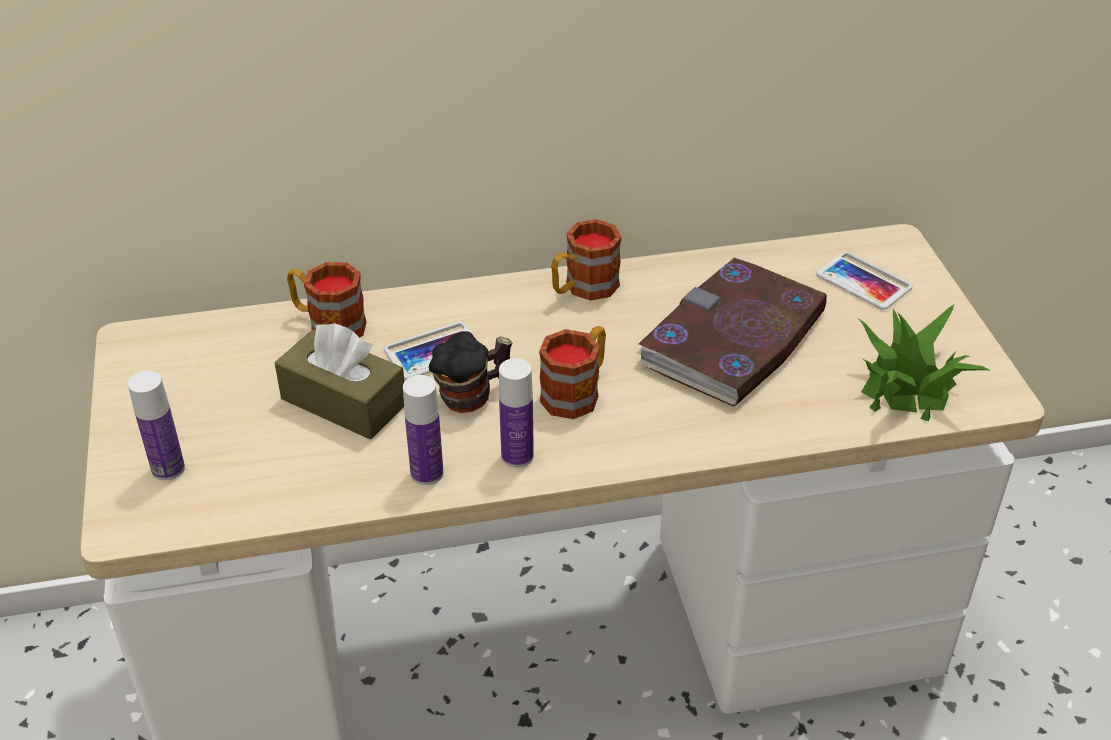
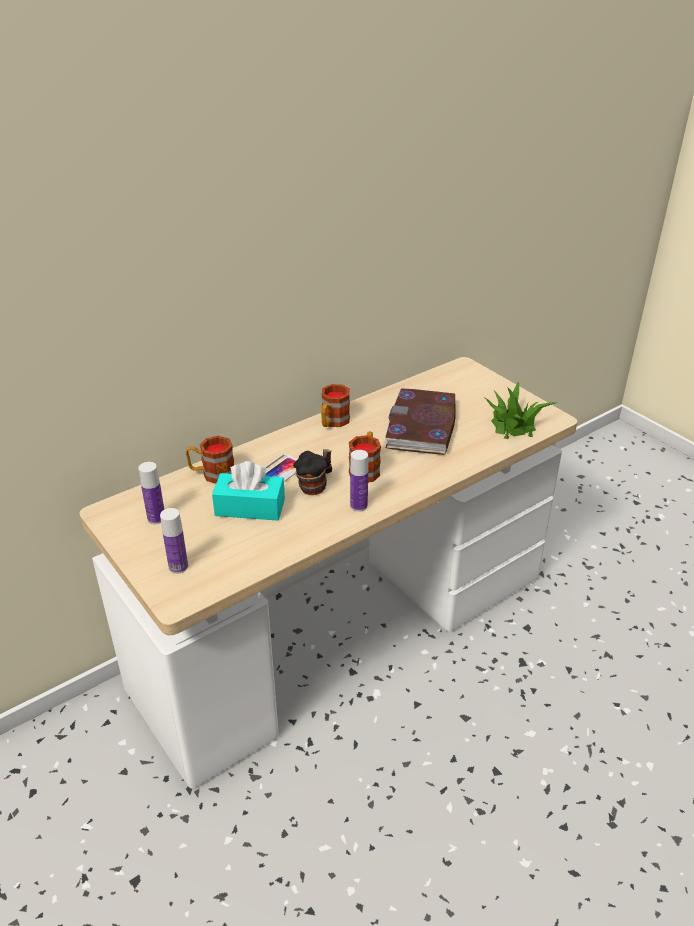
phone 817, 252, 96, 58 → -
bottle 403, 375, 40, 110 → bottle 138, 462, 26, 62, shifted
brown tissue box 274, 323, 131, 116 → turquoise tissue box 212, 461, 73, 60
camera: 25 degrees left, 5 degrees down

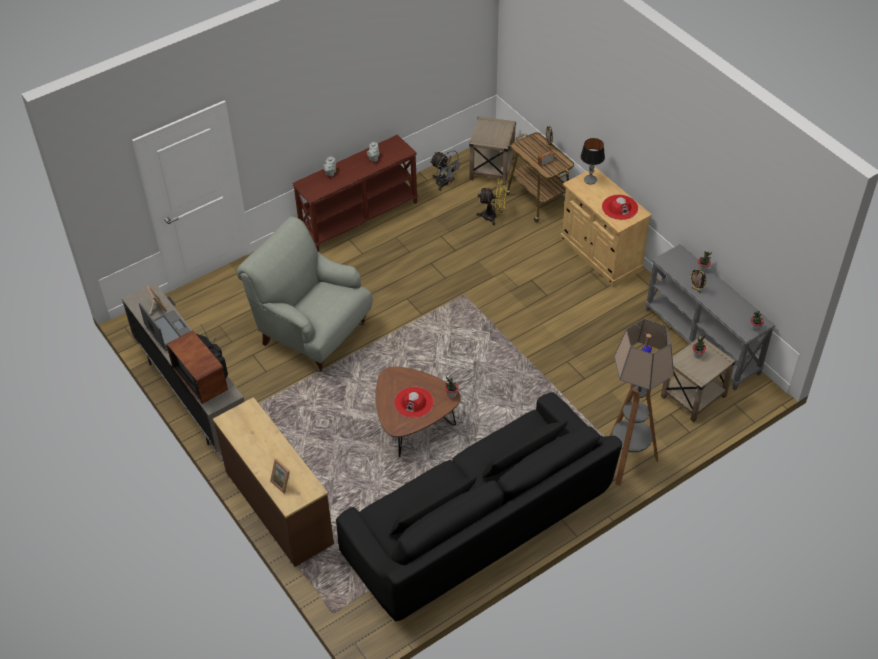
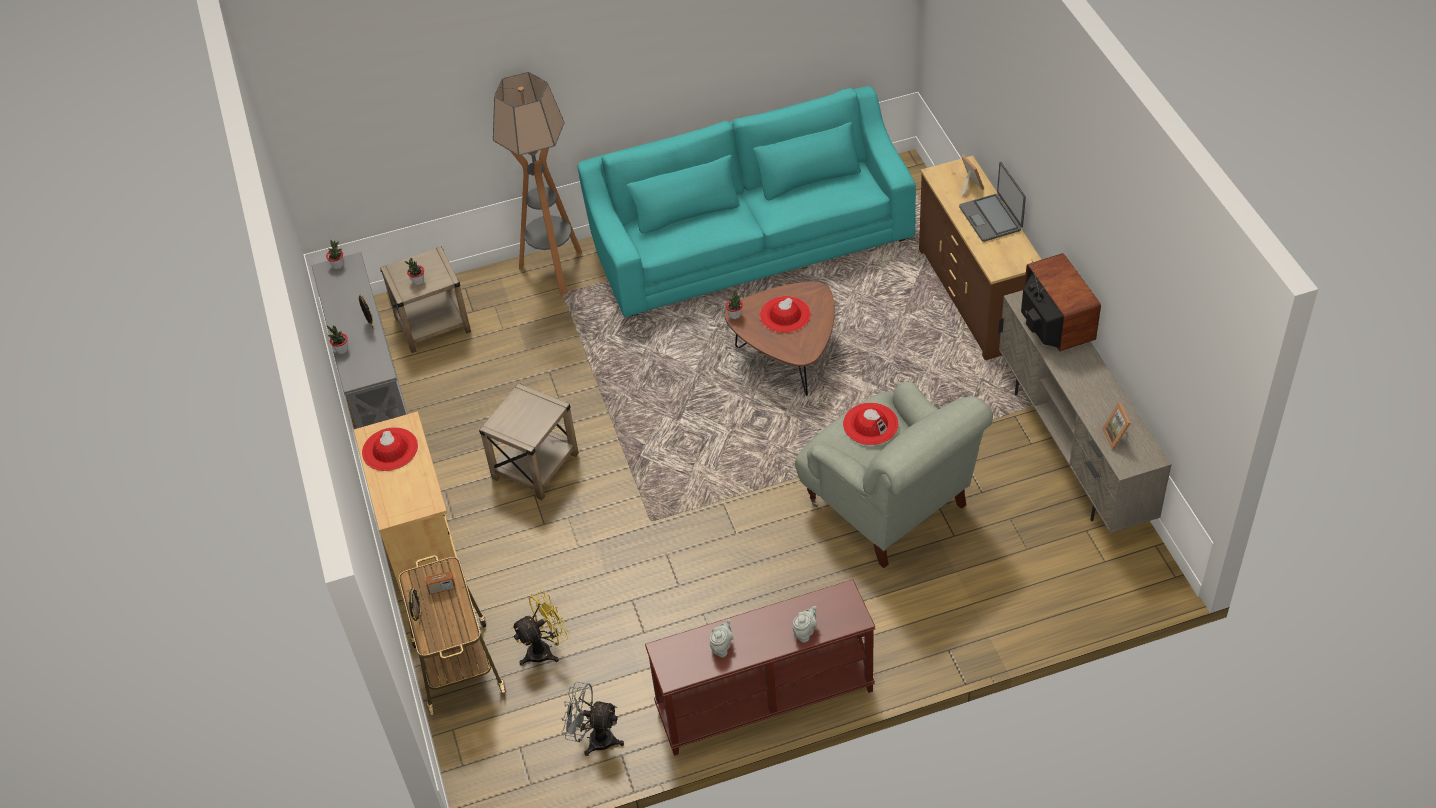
table lamp 581, 138, 24, 47 → -
- → red hat 843, 403, 56, 42
laptop 139, 303, 52, 48 → laptop 959, 162, 67, 80, shifted
beige side table 469, 116, 47, 69 → beige side table 479, 383, 100, 117, shifted
black sofa 336, 392, 286, 230 → turquoise sofa 577, 86, 339, 231
grey fan 430, 151, 32, 40 → grey fan 561, 682, 63, 74, 45 degrees counterclockwise
yellow fan 476, 181, 31, 44 → yellow fan 511, 591, 58, 75, 120 degrees clockwise
camera: 160 degrees left, 0 degrees up

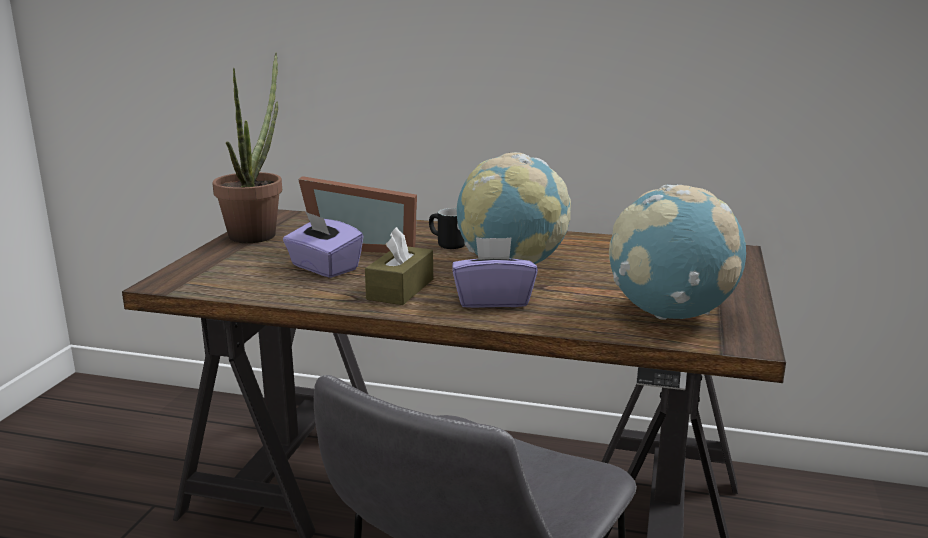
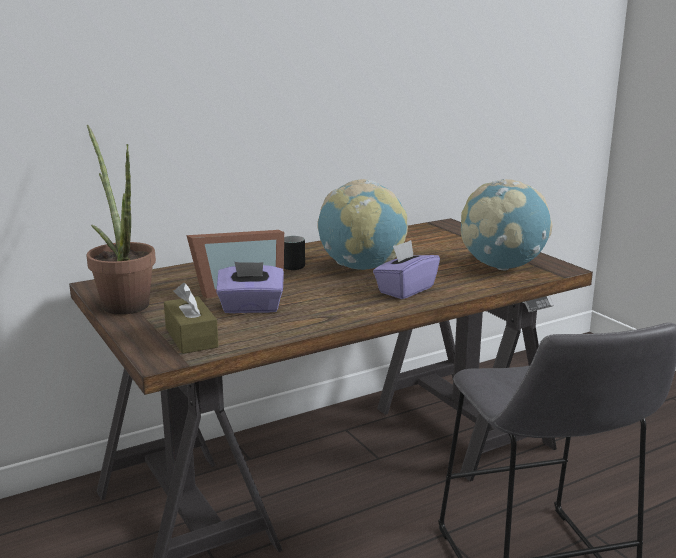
brown tissue box 365, 227, 68, 78 → brown tissue box 164, 283, 55, 71, shifted
camera: 45 degrees left, 0 degrees up

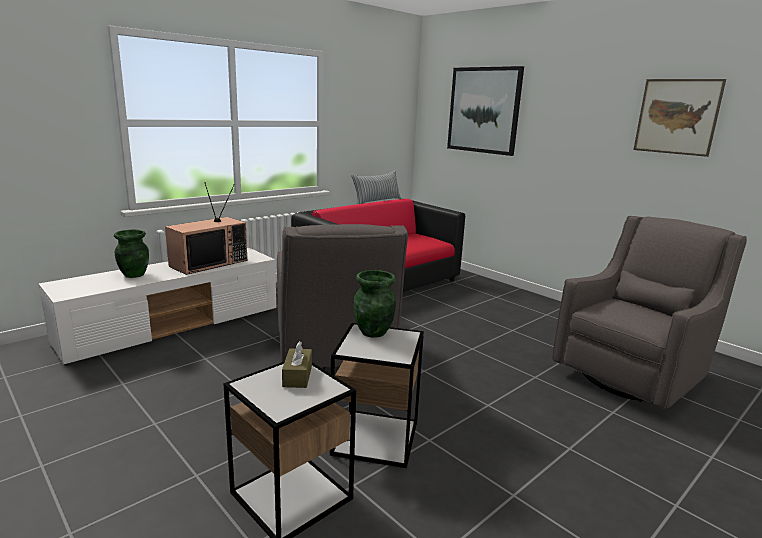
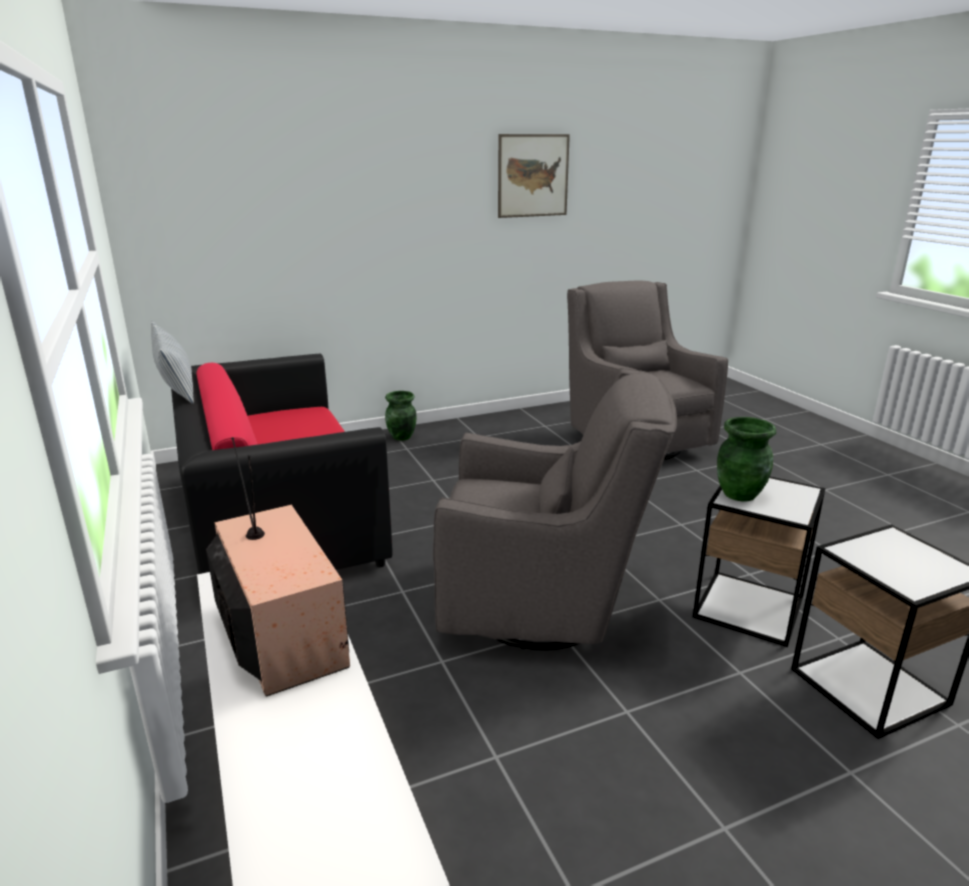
brown tissue box 282, 341, 30, 47 → -
picture 447, 66, 77, 90 → -
green vase 114, 230, 35, 48 → green vase 385, 391, 32, 50, shifted
camera: 70 degrees left, 5 degrees up

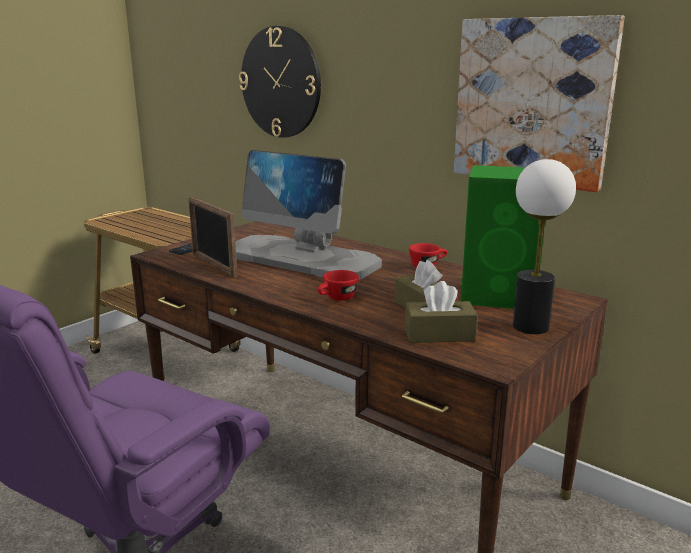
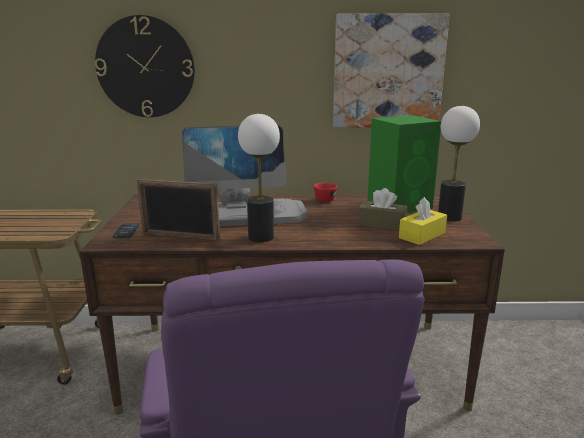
red cup 317, 270, 42, 31 → -
- → table lamp 238, 114, 42, 128
brown tissue box 405, 281, 73, 62 → yellow tissue box 399, 197, 48, 48
camera: 40 degrees left, 0 degrees up

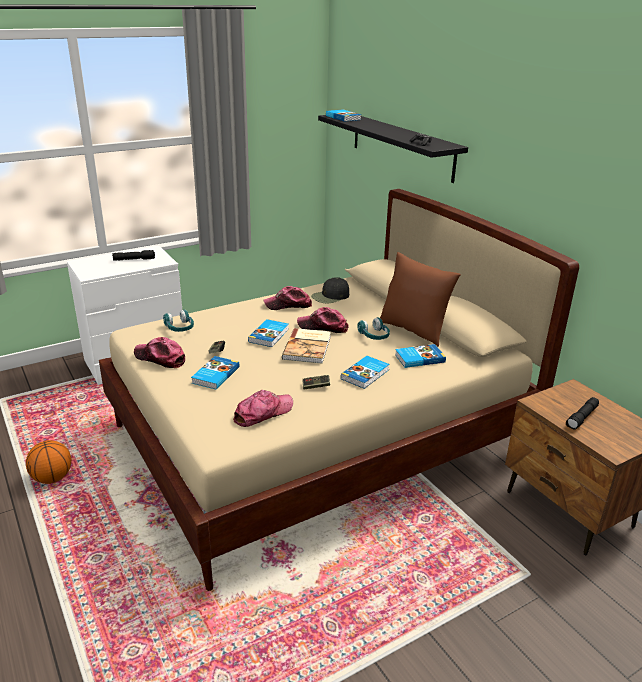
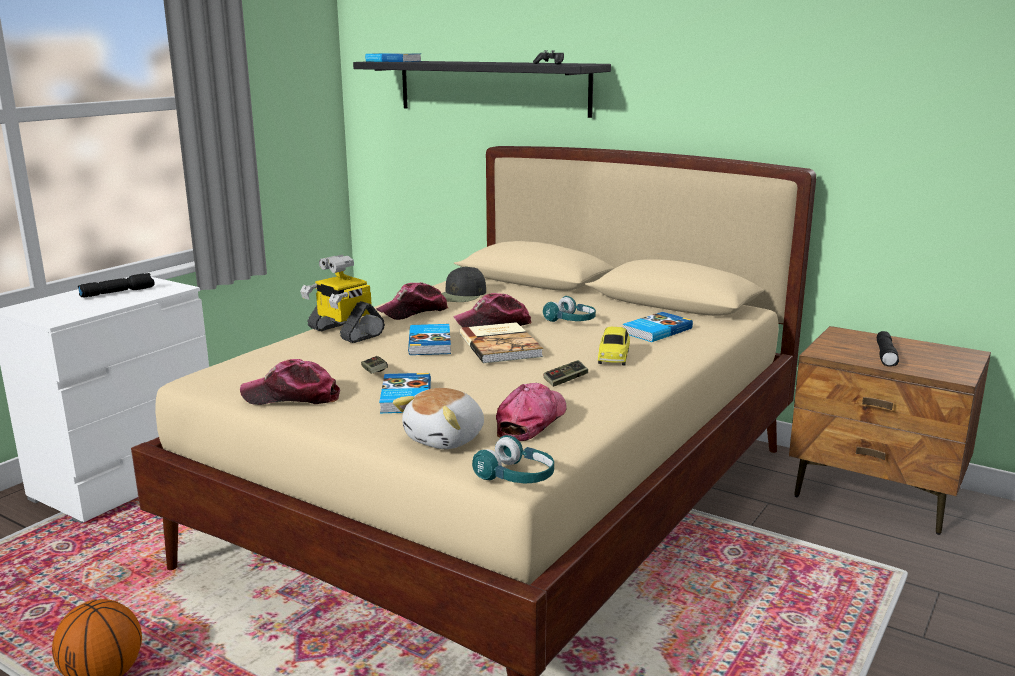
brown pillow 380, 252, 81, 95 → -
- → toy robot 300, 255, 85, 88
- → plush toy 393, 388, 91, 61
turquoise headphones 163, 309, 31, 23 → turquoise headphones 472, 435, 82, 48, shifted
book 341, 356, 49, 33 → toy car 598, 327, 32, 38
camera: 25 degrees left, 10 degrees down

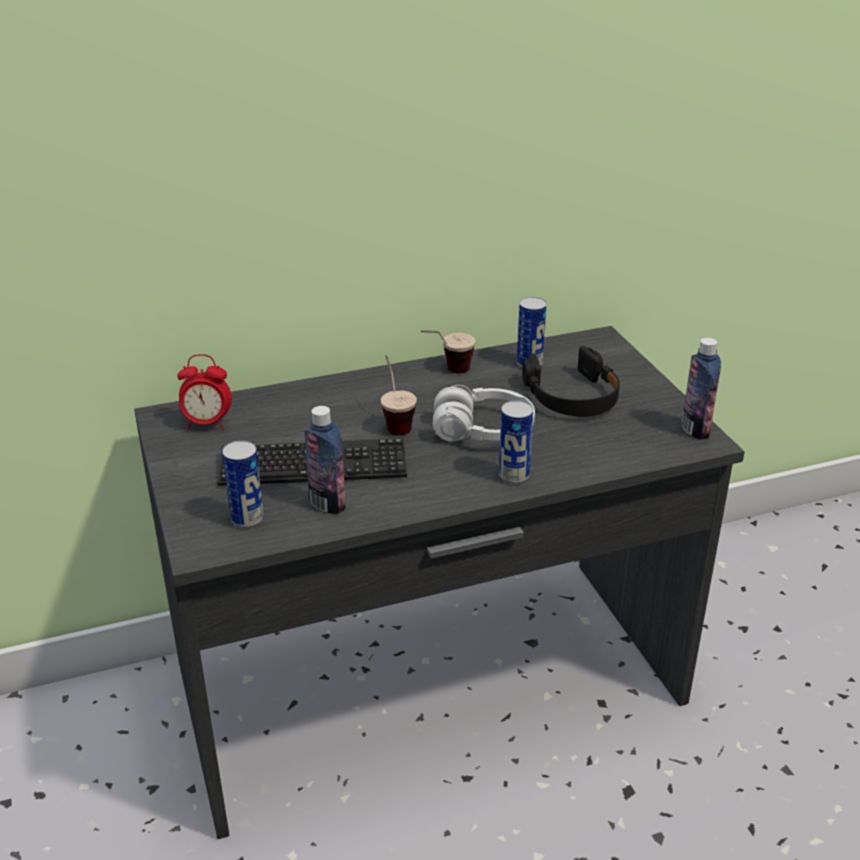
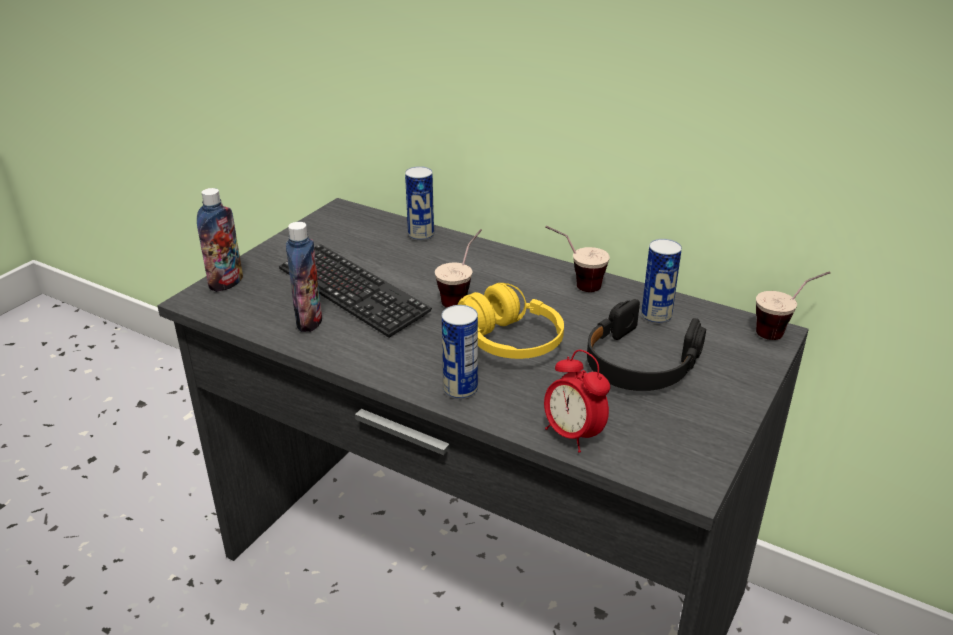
- → cup 756, 271, 74, 69
alarm clock 177, 354, 55, 76 → alarm clock 544, 350, 66, 103, shifted
can 222, 440, 42, 89 → can 405, 166, 29, 75, shifted
bottle 681, 338, 40, 102 → bottle 197, 188, 46, 104, shifted
white headphones 433, 385, 102, 57 → yellow headphones 458, 283, 106, 76
camera: 50 degrees right, 0 degrees up

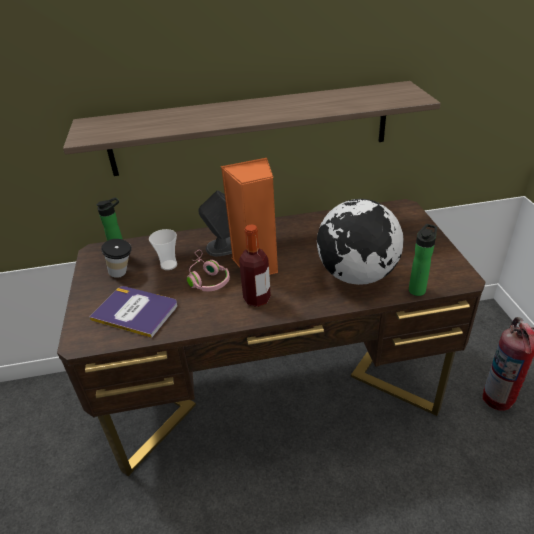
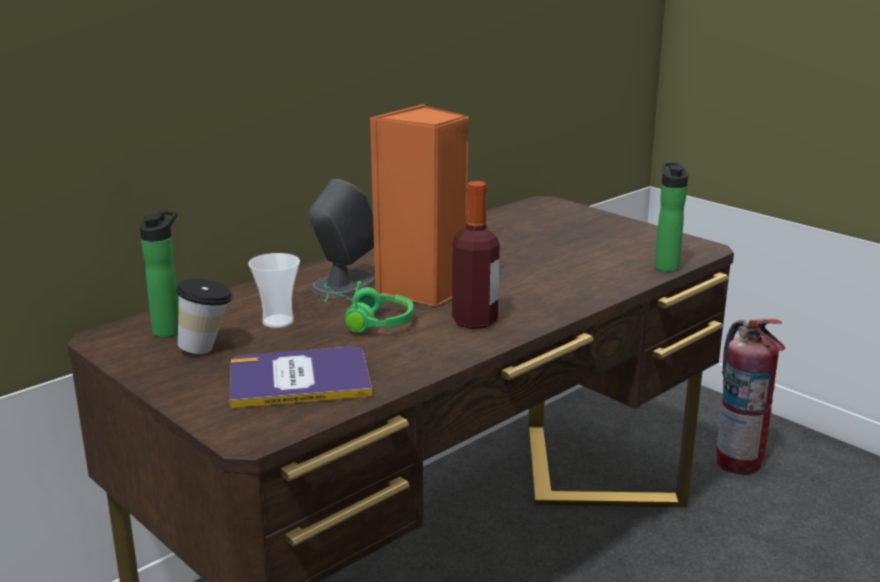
shelf 63, 81, 378, 95 → -
globe 317, 199, 87, 86 → -
pink headphones 187, 250, 43, 41 → green headphones 322, 281, 92, 52
camera: 35 degrees left, 15 degrees down

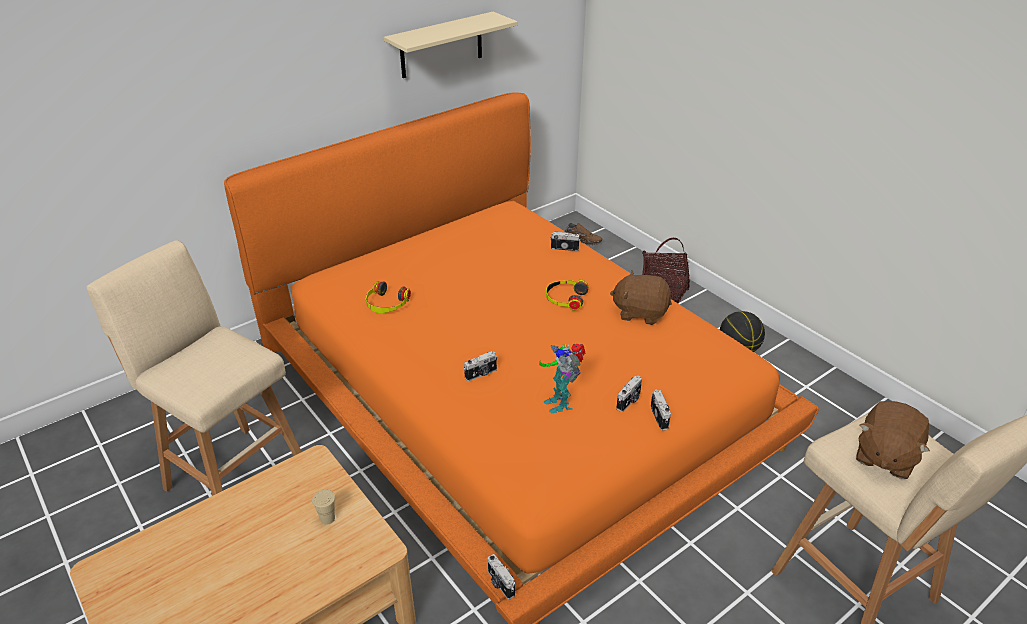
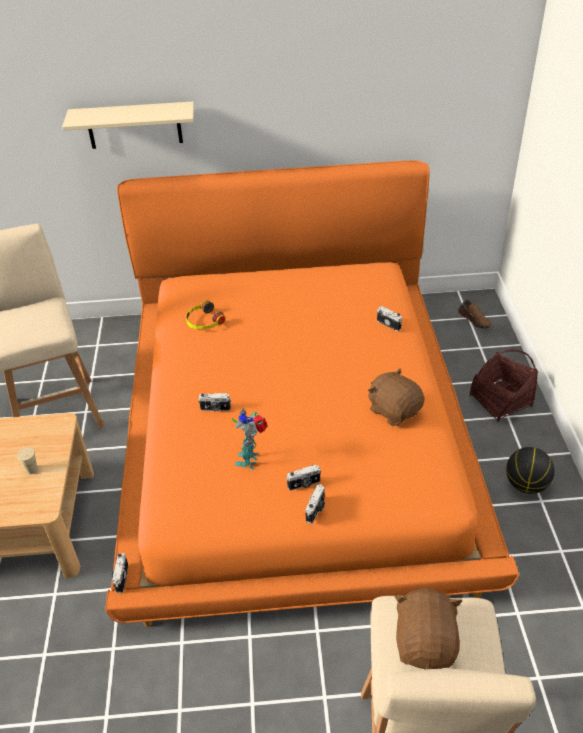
headphones 546, 280, 42, 31 → -
beige shelf 384, 12, 134, 66 → beige shelf 62, 101, 132, 48, shifted
brown plush toy 856, 401, 74, 78 → brown plush toy 394, 588, 68, 81, 120 degrees clockwise
camera: 35 degrees right, 5 degrees up

